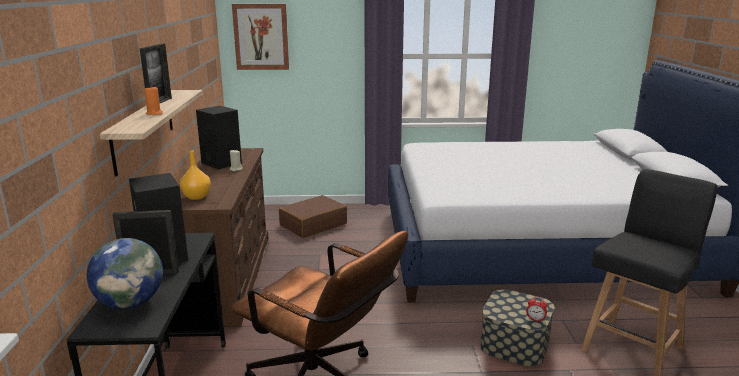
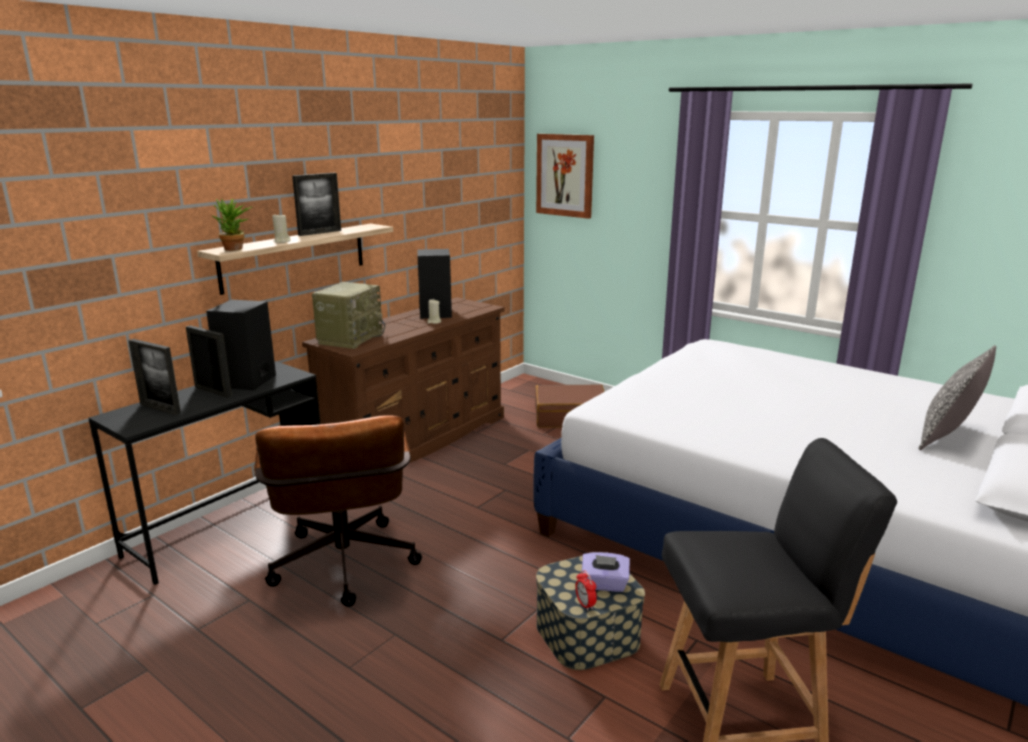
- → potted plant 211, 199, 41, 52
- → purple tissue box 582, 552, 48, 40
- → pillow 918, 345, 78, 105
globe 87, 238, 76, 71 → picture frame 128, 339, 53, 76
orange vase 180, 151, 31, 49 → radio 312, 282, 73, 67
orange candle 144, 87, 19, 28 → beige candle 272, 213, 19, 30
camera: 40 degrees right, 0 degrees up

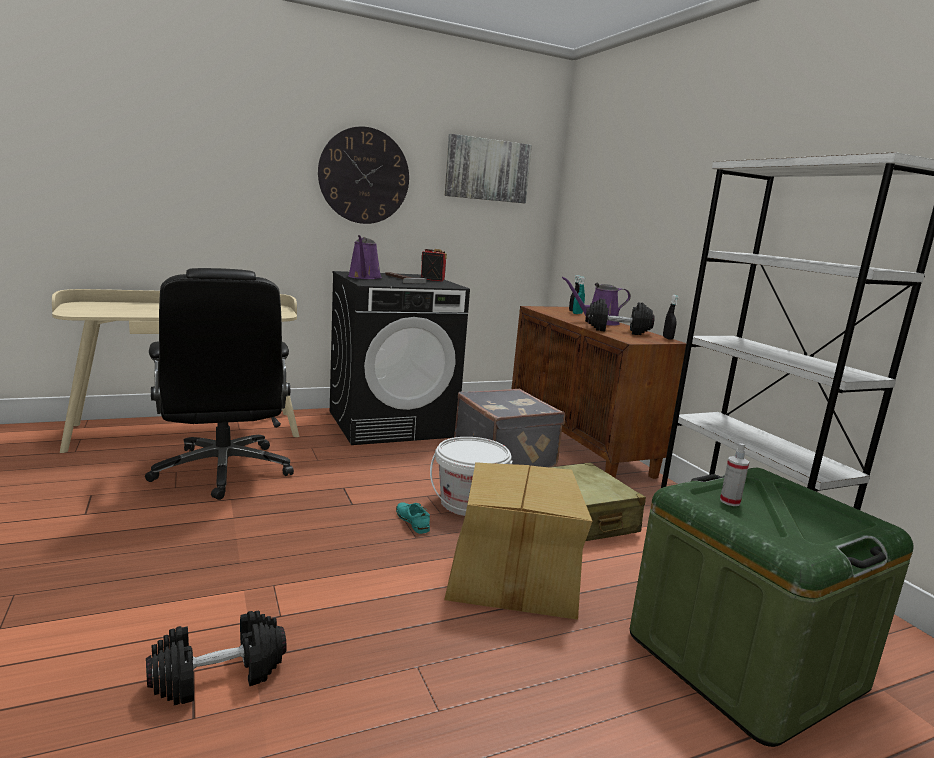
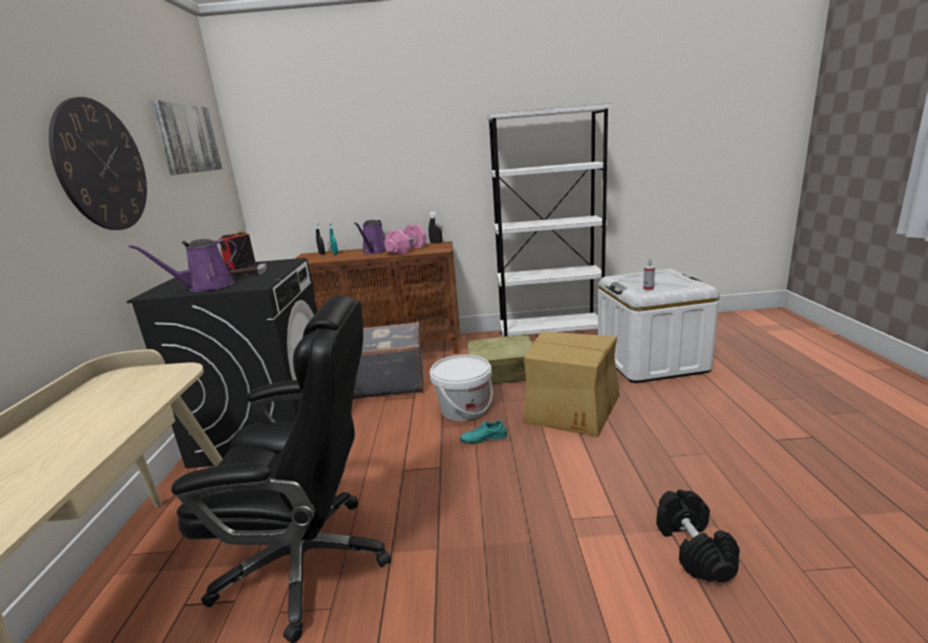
black dumbbell 585, 298, 70, 37 → pink dumbbell 384, 224, 42, 30
green storage box 630, 468, 284, 279 → white storage box 598, 269, 121, 114
purple watering can 348, 235, 34, 44 → purple watering can 129, 239, 108, 53, 120 degrees clockwise
camera: 65 degrees left, 5 degrees up

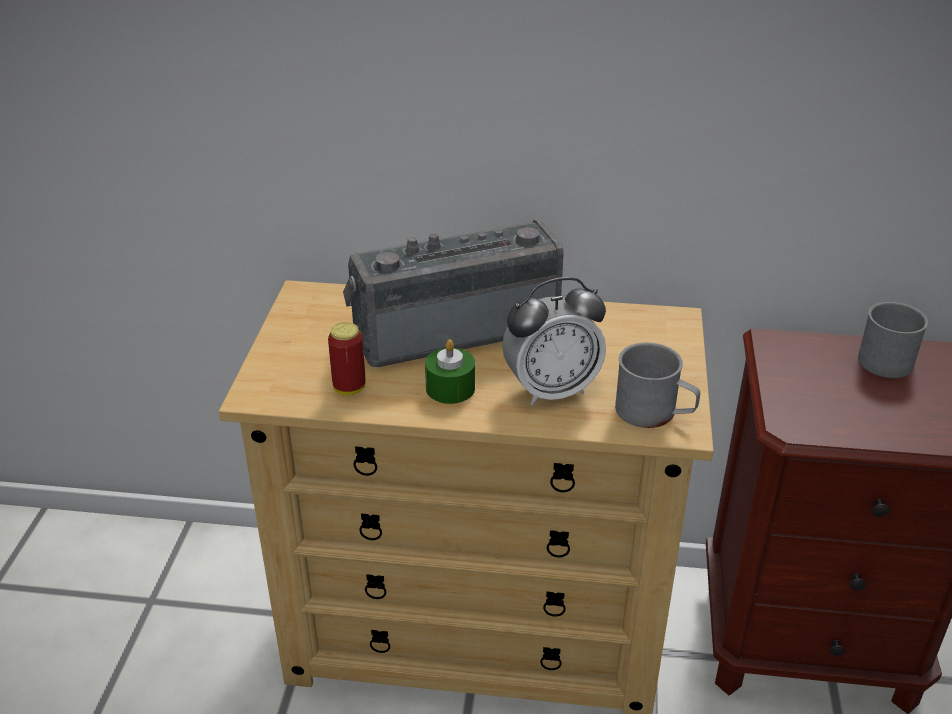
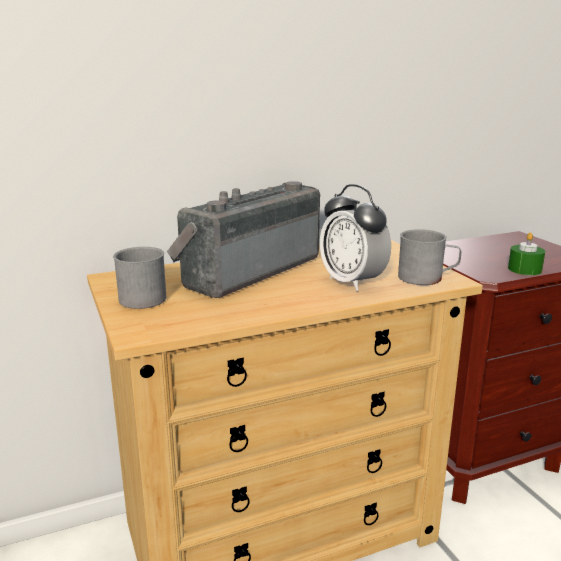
can 328, 322, 38, 73 → -
green candle 425, 339, 50, 65 → green candle 508, 233, 37, 42, shifted
grey mug 858, 302, 70, 76 → grey mug 113, 247, 53, 62, shifted
alarm clock 502, 277, 104, 128 → alarm clock 320, 184, 71, 107, 105 degrees clockwise
camera: 30 degrees left, 15 degrees down

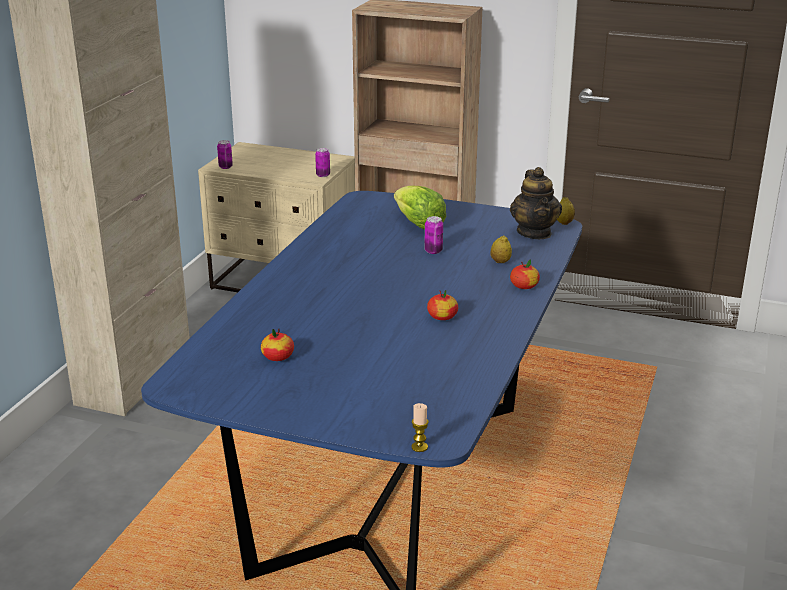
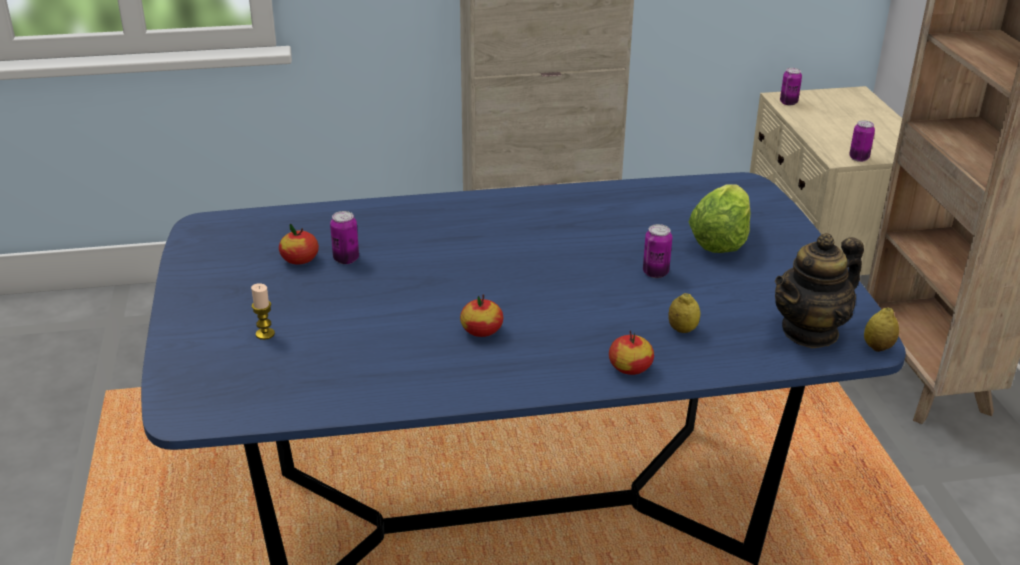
- → can 330, 211, 29, 53
candle 411, 403, 18, 49 → candle 251, 283, 24, 57, shifted
camera: 60 degrees right, 5 degrees up

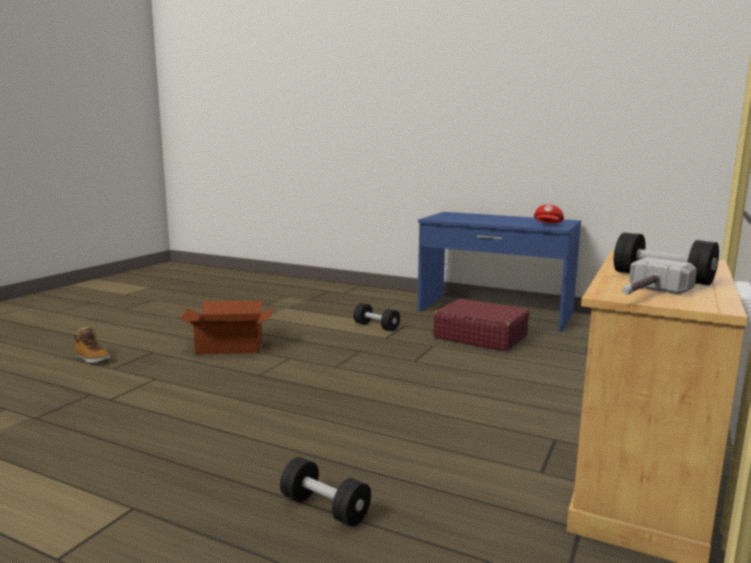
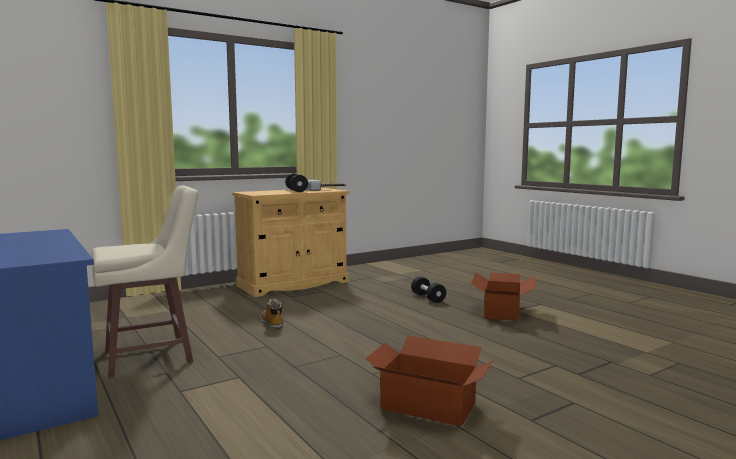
black dumbbell 354, 303, 46, 28 → -
red cap 534, 205, 30, 19 → -
- → cardboard box 471, 272, 65, 49
boot 74, 327, 37, 37 → boot 261, 298, 22, 31, shifted
red suitcase 434, 299, 96, 52 → beige stool 91, 185, 107, 192
camera: 150 degrees left, 5 degrees down

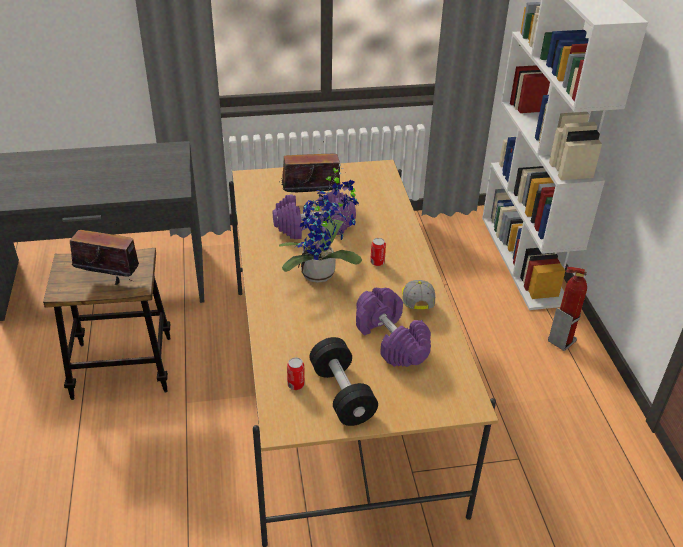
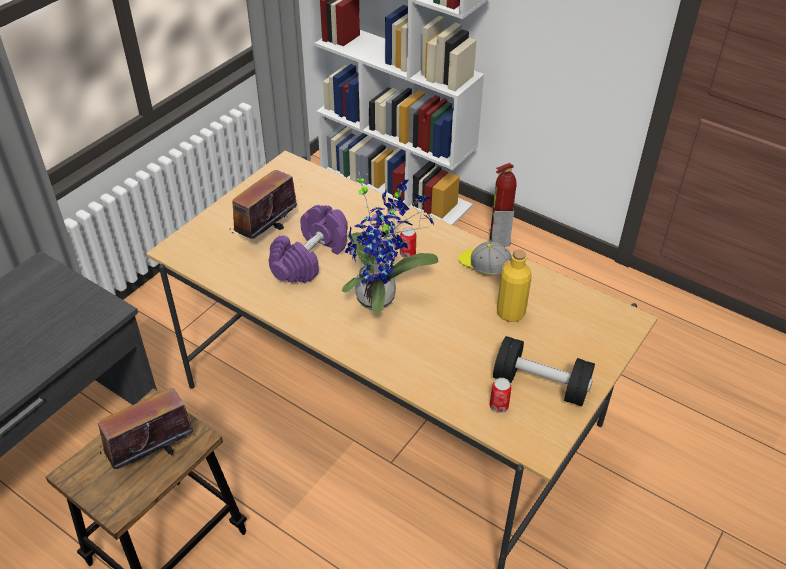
purple dumbbell 356, 288, 75, 79 → yellow bottle 497, 249, 35, 73
camera: 45 degrees left, 5 degrees up

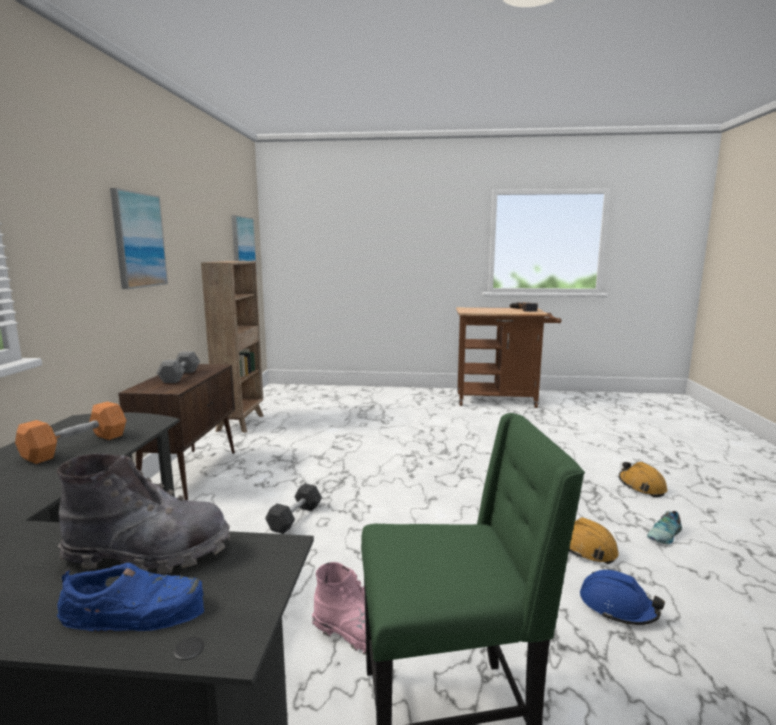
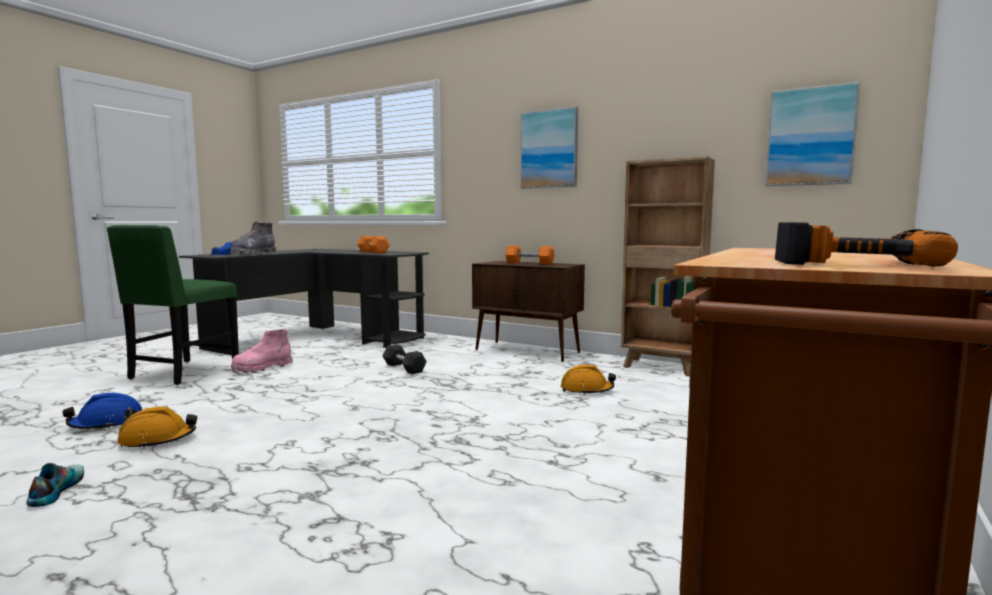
orange hard hat 619, 462, 48, 35 → orange hard hat 561, 365, 55, 30, shifted
grey dumbbell 156, 351, 44, 32 → orange dumbbell 505, 245, 49, 20
camera: 115 degrees right, 5 degrees down

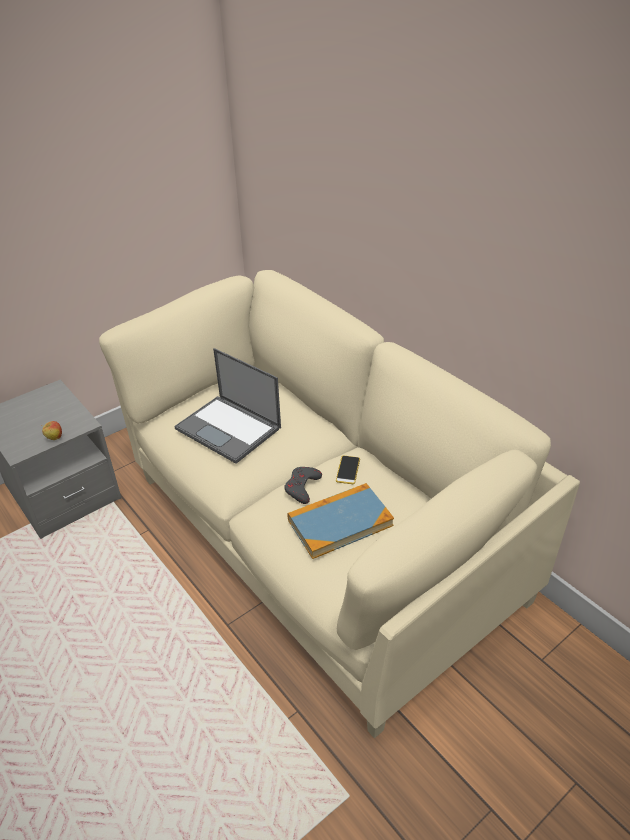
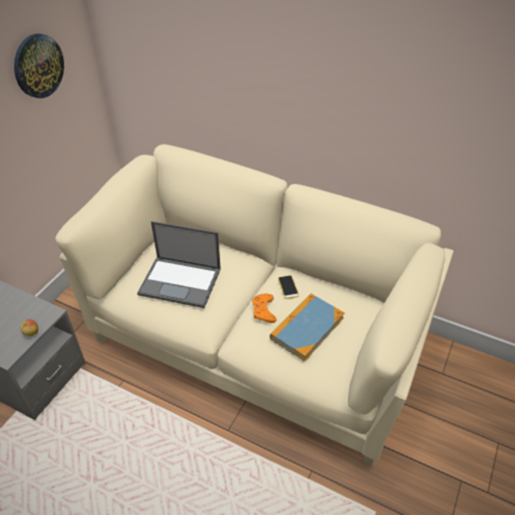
- → wall clock 14, 34, 50, 64
grey game controller 284, 467, 38, 37 → orange game controller 252, 294, 24, 29
camera: 25 degrees left, 5 degrees up

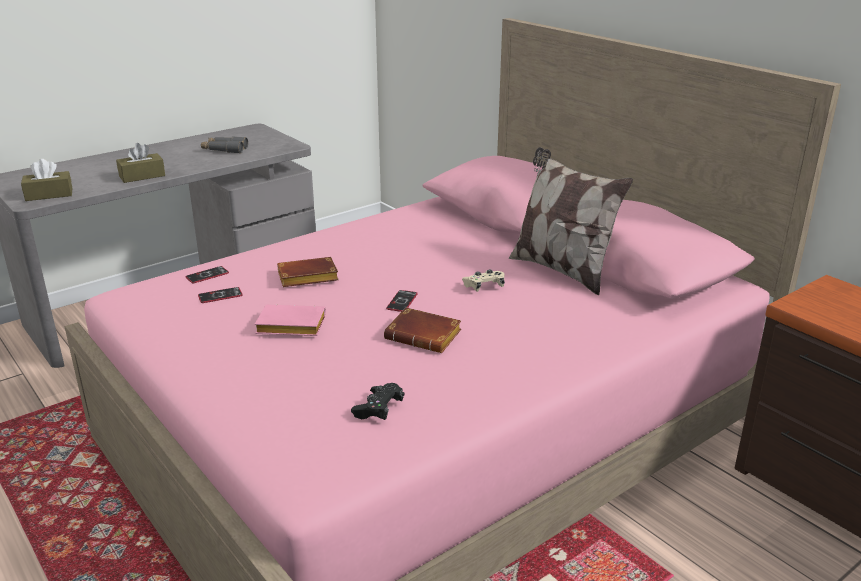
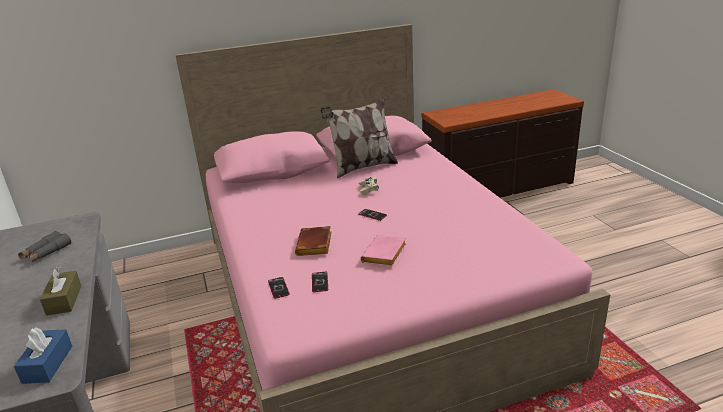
black game controller 351, 383, 54, 37 → -
brown book 384, 307, 77, 46 → -
brown tissue box 21, 159, 52, 42 → blue tissue box 14, 327, 58, 57
camera: 70 degrees left, 0 degrees up

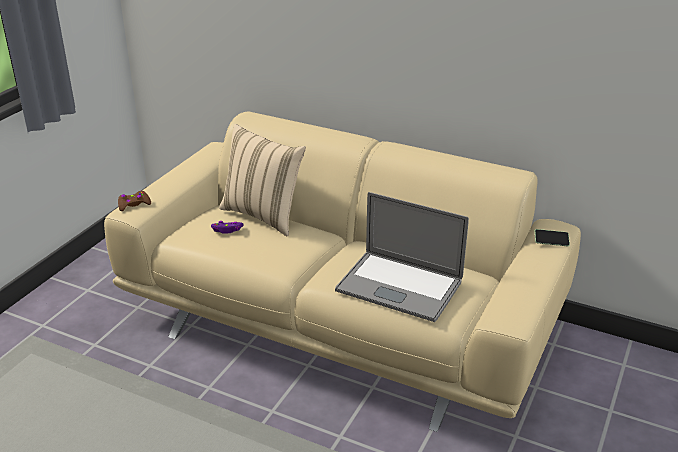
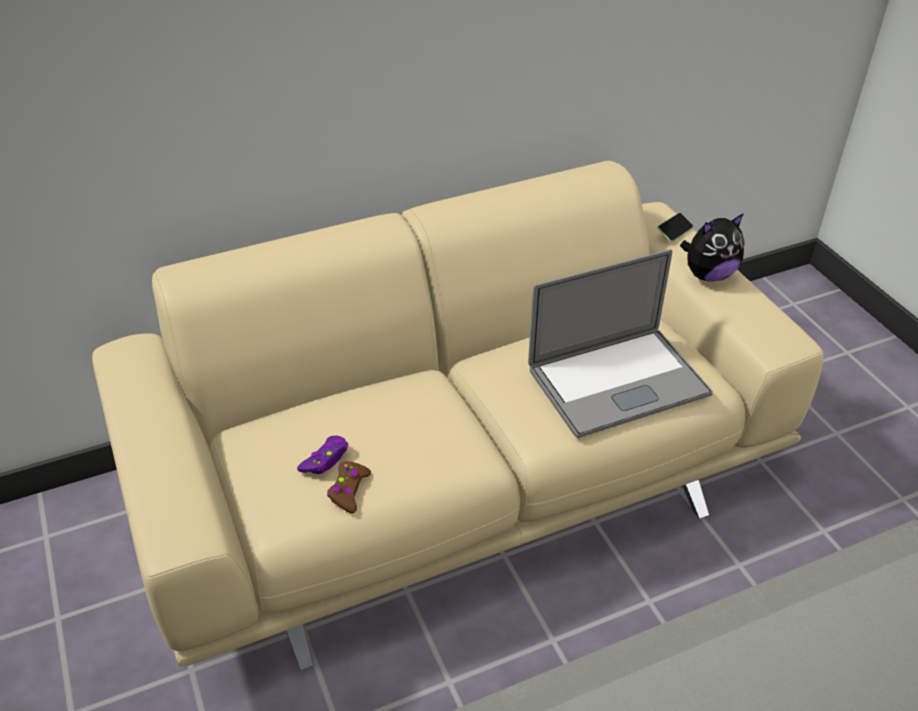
beige pillow 219, 124, 87, 113 → -
- → plush toy 680, 213, 64, 69
brown game controller 118, 191, 33, 20 → brown game controller 327, 461, 44, 52, shifted
camera: 50 degrees left, 10 degrees up

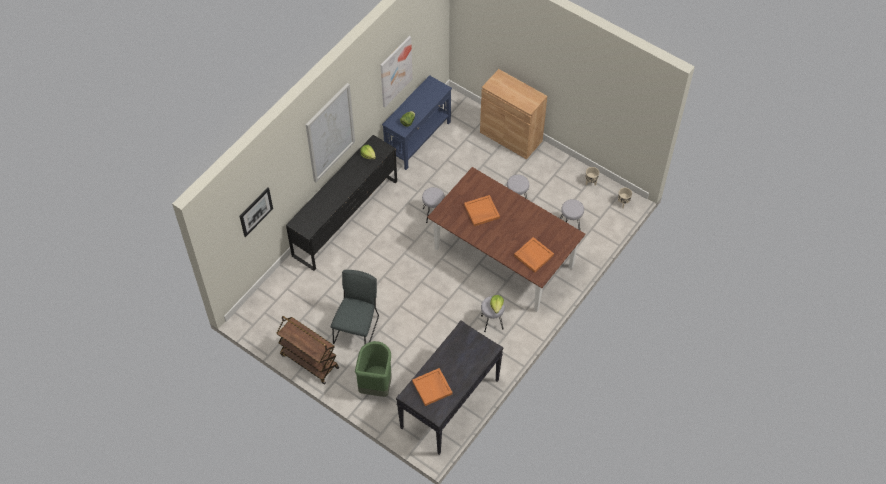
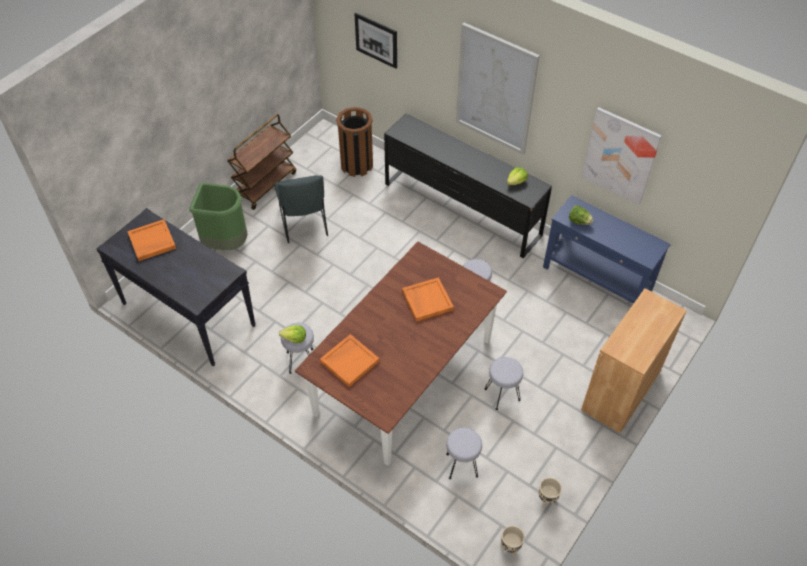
- → brown trash can 336, 107, 37, 70
grey chair 331, 270, 48, 75 → grey chair 275, 175, 53, 68, 60 degrees clockwise
camera: 90 degrees right, 5 degrees down

